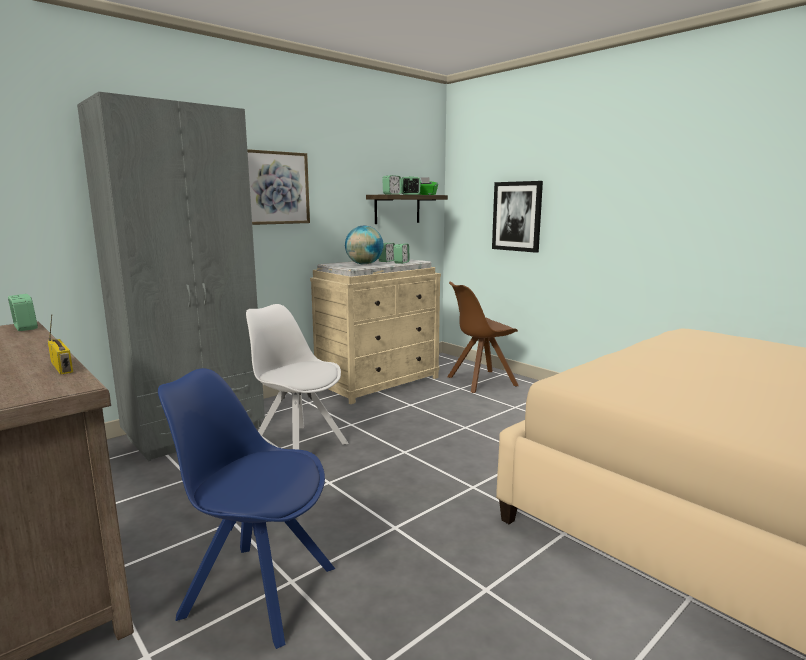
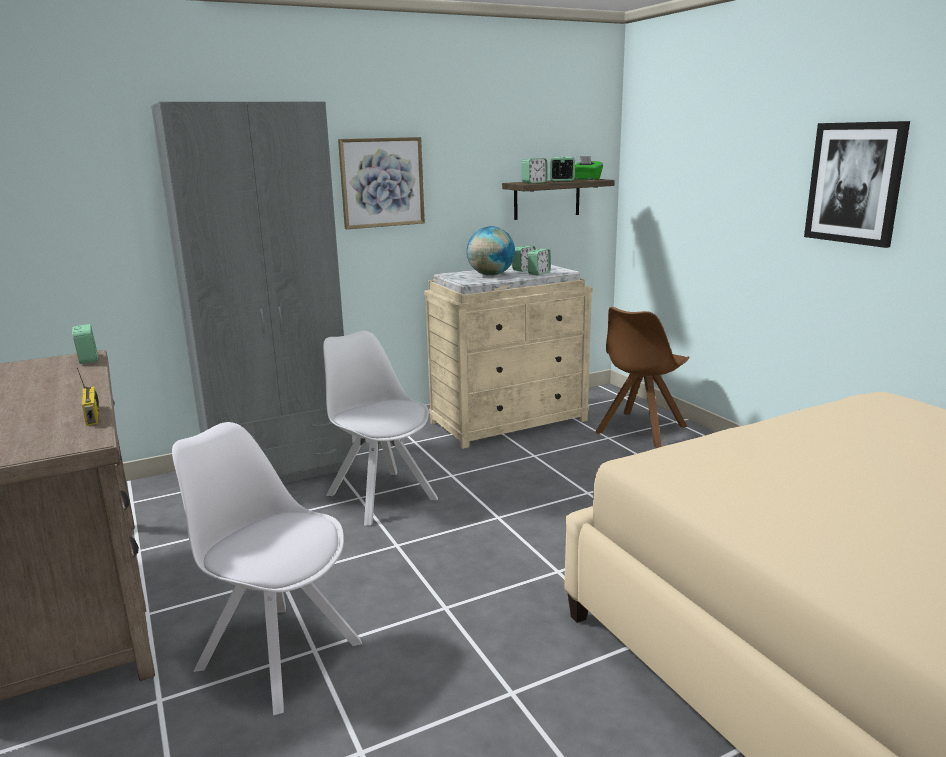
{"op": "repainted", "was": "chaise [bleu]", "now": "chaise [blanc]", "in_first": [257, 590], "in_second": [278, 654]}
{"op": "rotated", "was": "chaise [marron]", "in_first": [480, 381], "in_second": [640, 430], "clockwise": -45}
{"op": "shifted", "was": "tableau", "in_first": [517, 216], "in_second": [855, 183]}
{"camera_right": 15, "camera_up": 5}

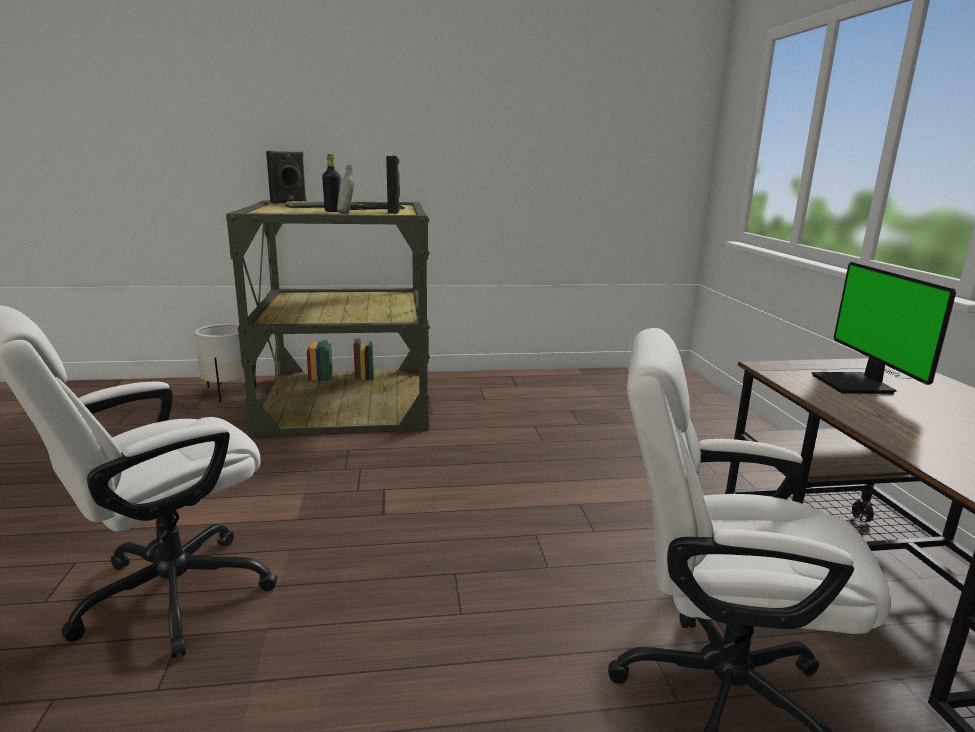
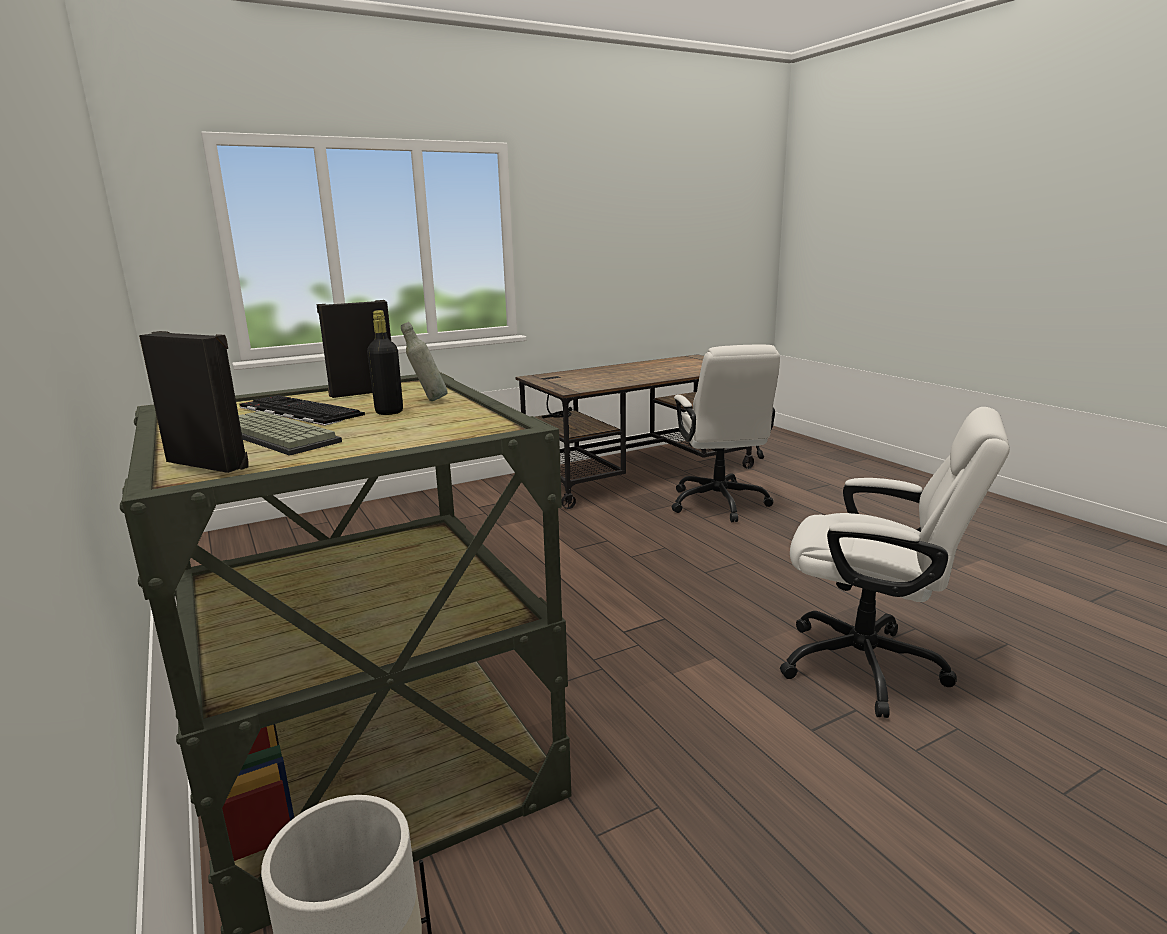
{"op": "gone", "was": "écran d'ordinateur", "in_first": [856, 384]}
{"camera_right": -110, "camera_up": 0}

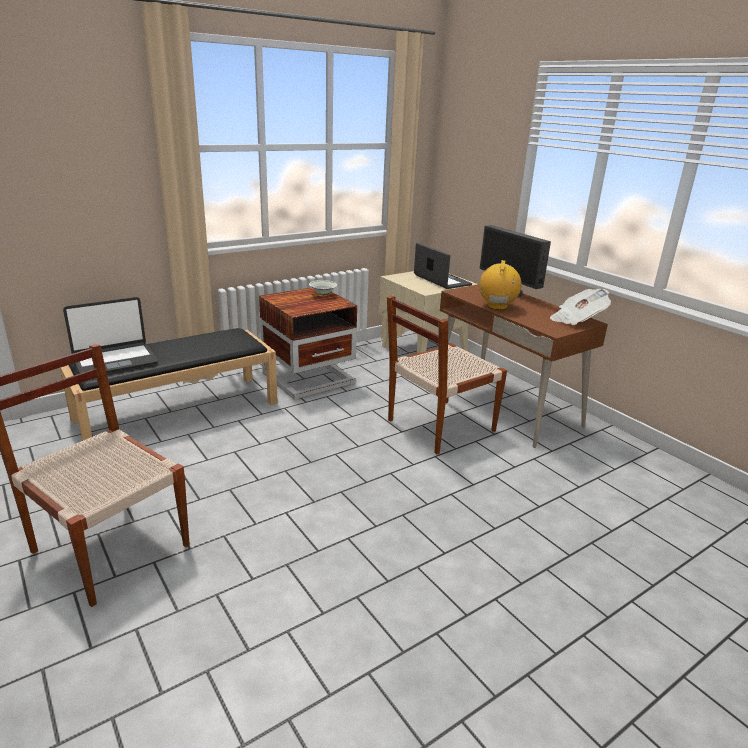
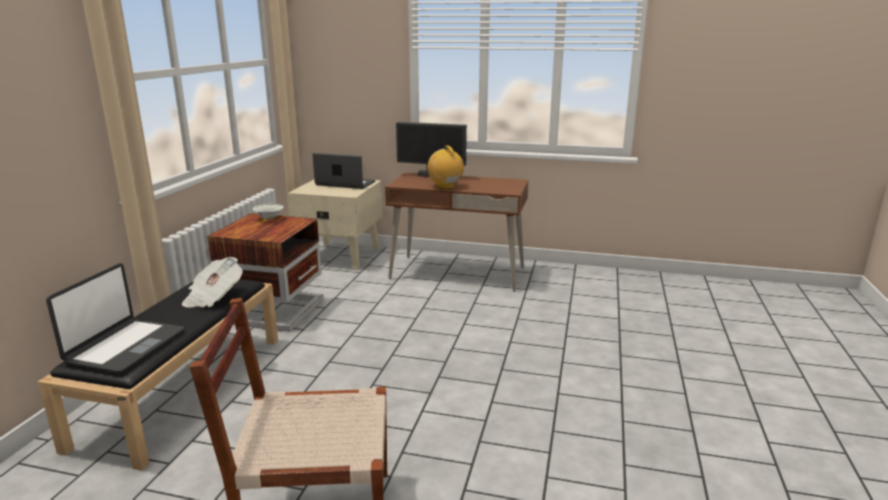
{"op": "shifted", "was": "journal", "in_first": [577, 320], "in_second": [213, 297]}
{"op": "gone", "was": "chaise", "in_first": [438, 427]}
{"camera_right": -40, "camera_up": -5}

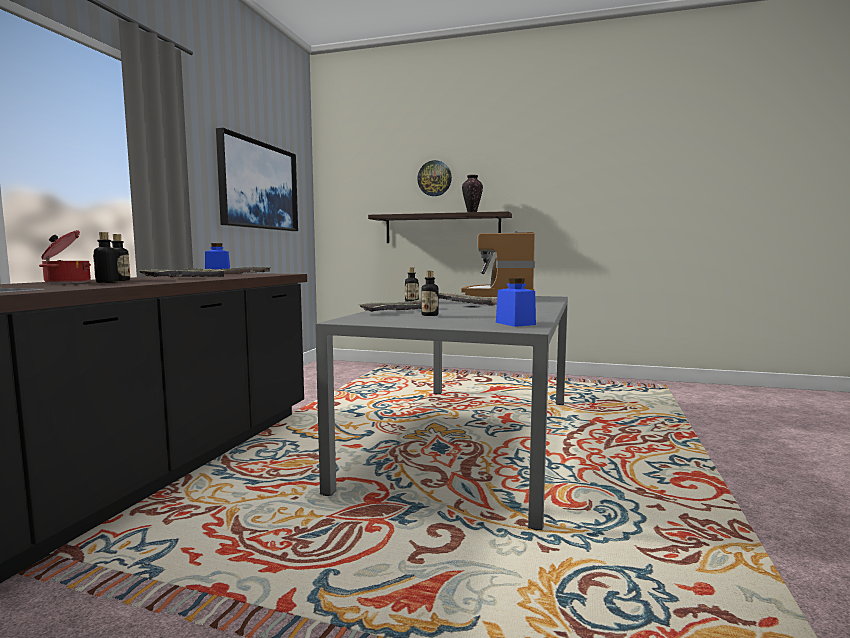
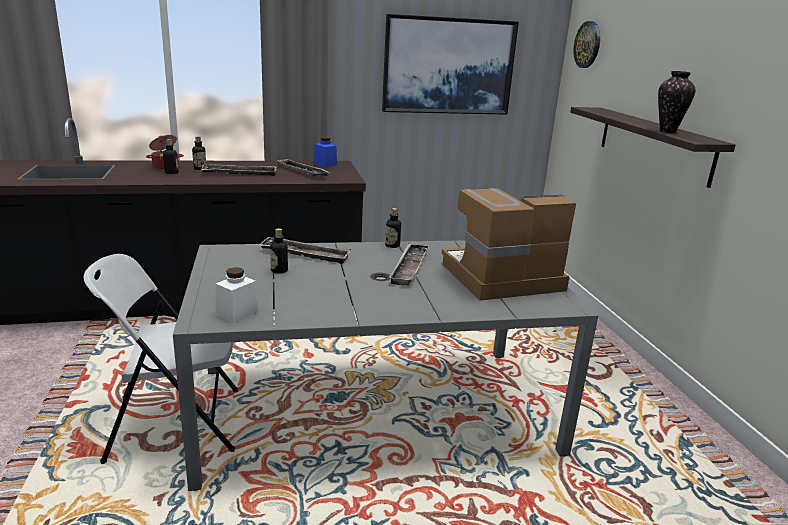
{"op": "new", "now": "chaise [blanc]", "in_second": [175, 423]}
{"op": "repainted", "was": "bocal [bleu]", "now": "bocal [blanc]", "in_first": [515, 323], "in_second": [237, 313]}
{"op": "shifted", "was": "horloge murale", "in_first": [434, 178], "in_second": [587, 44]}
{"camera_right": 60, "camera_up": 15}

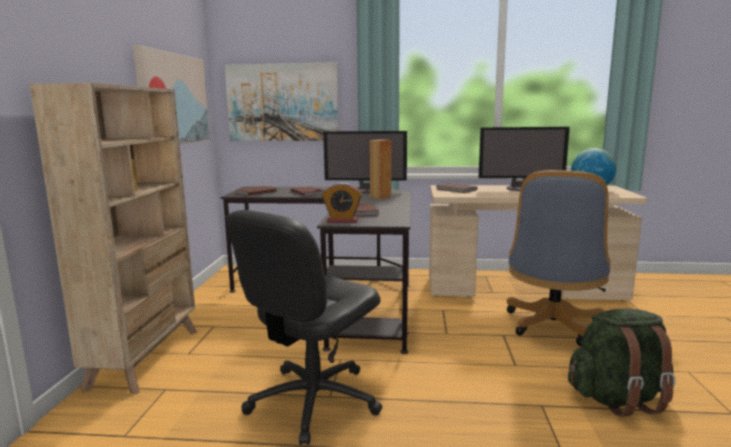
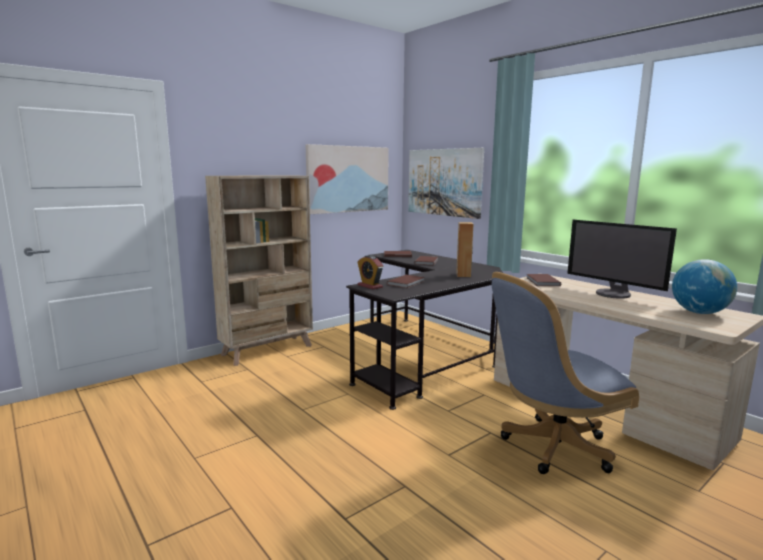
{"op": "gone", "was": "chaise de bureau [noir]", "in_first": [313, 400]}
{"op": "gone", "was": "écran d'ordinateur", "in_first": [366, 190]}
{"op": "gone", "was": "sac à dos [vert]", "in_first": [618, 399]}
{"camera_right": 45, "camera_up": 0}

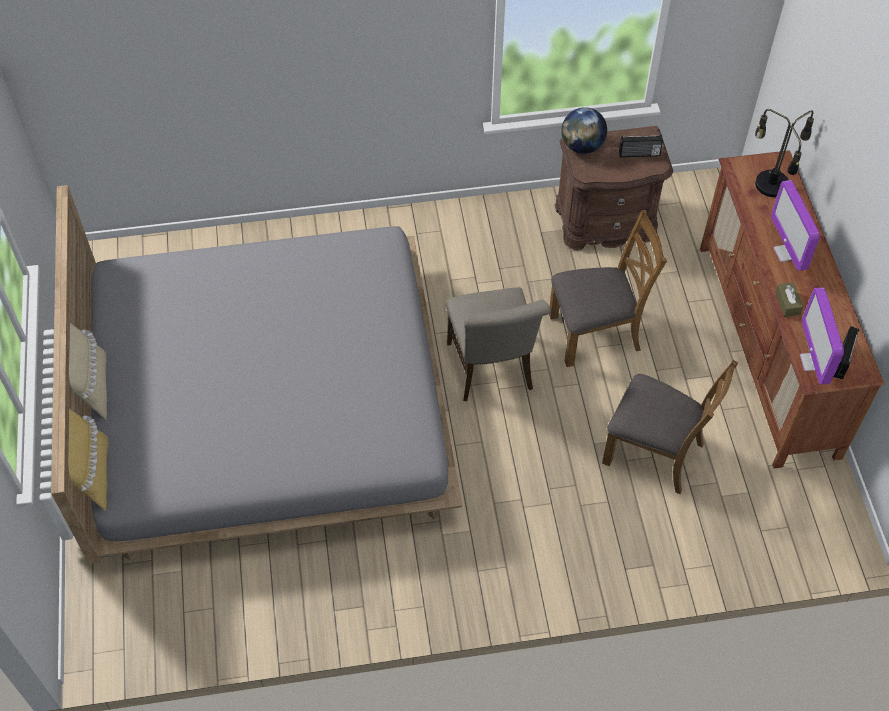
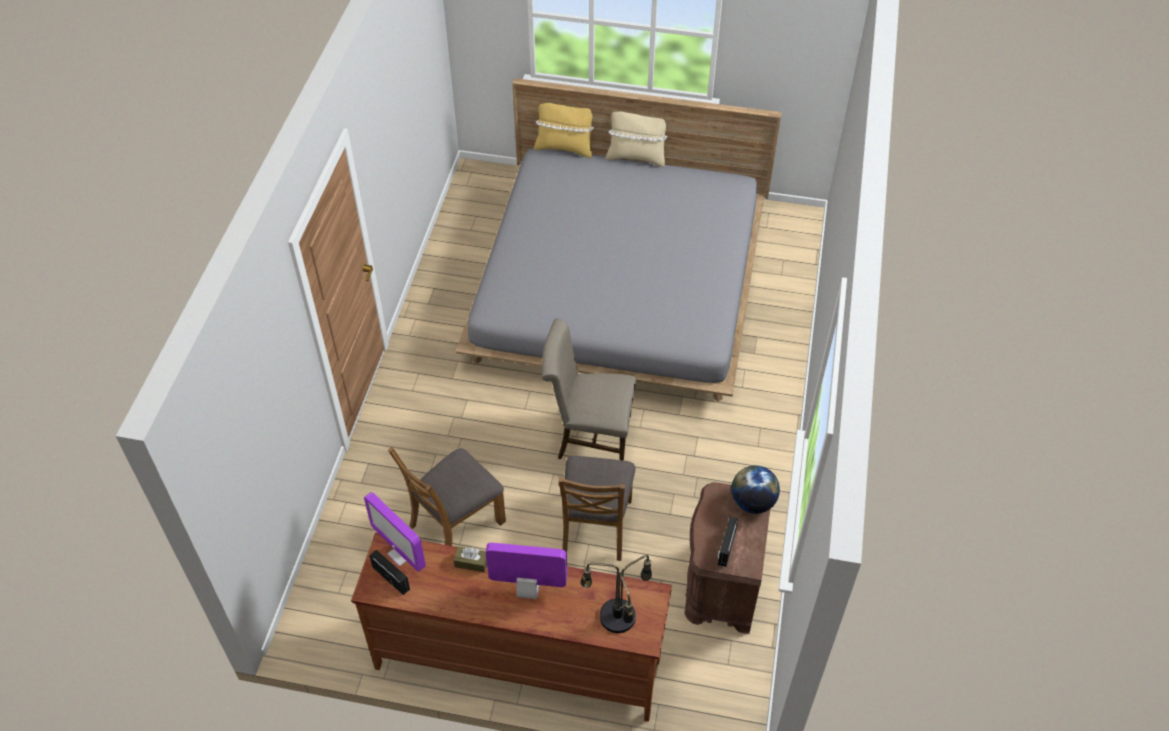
{"op": "rotated", "was": "écran d'ordinateur", "in_first": [813, 362], "in_second": [401, 553], "clockwise": -150}
{"camera_right": 110, "camera_up": -5}

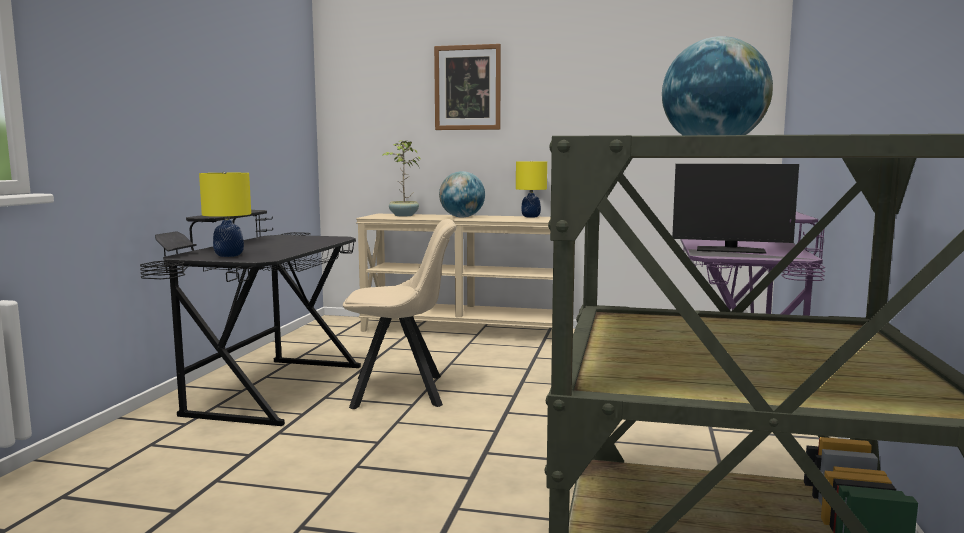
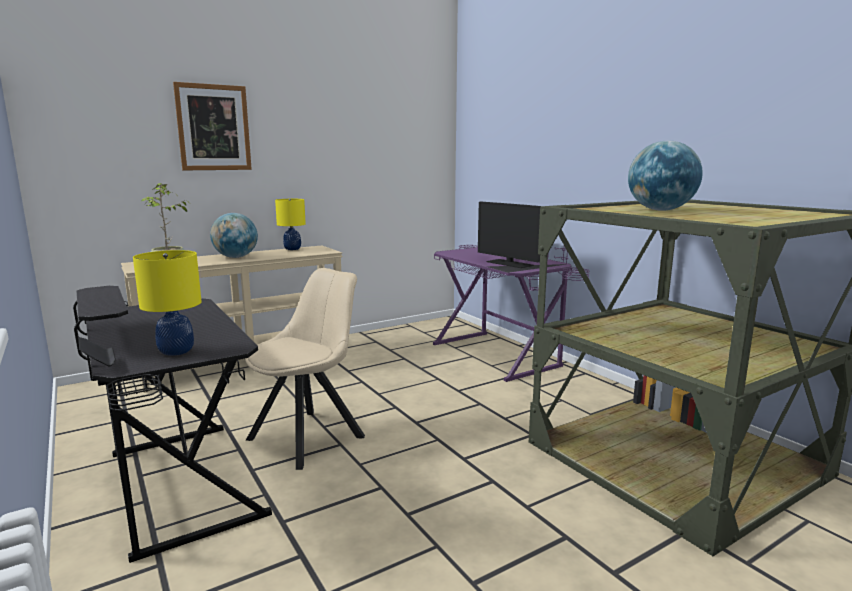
{"op": "rotated", "was": "écran d'ordinateur", "in_first": [730, 250], "in_second": [509, 263], "clockwise": 75}
{"camera_right": -45, "camera_up": 5}

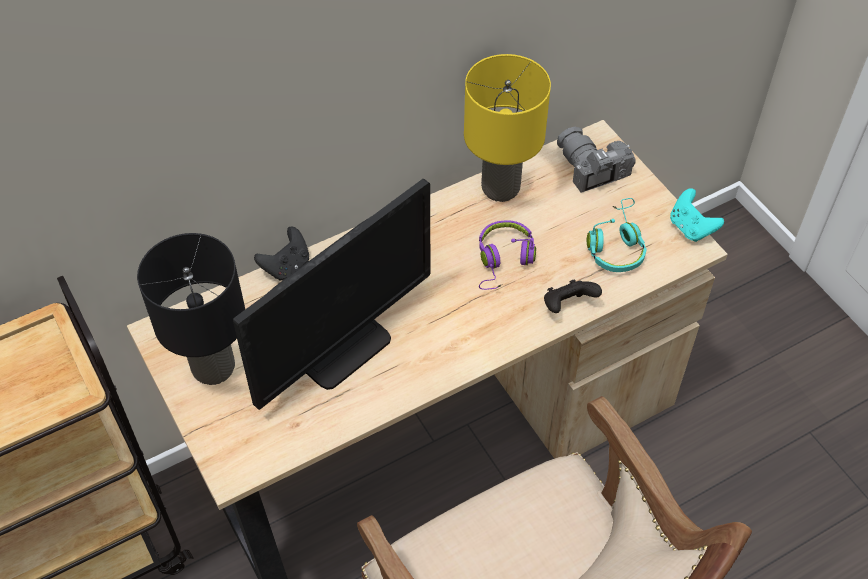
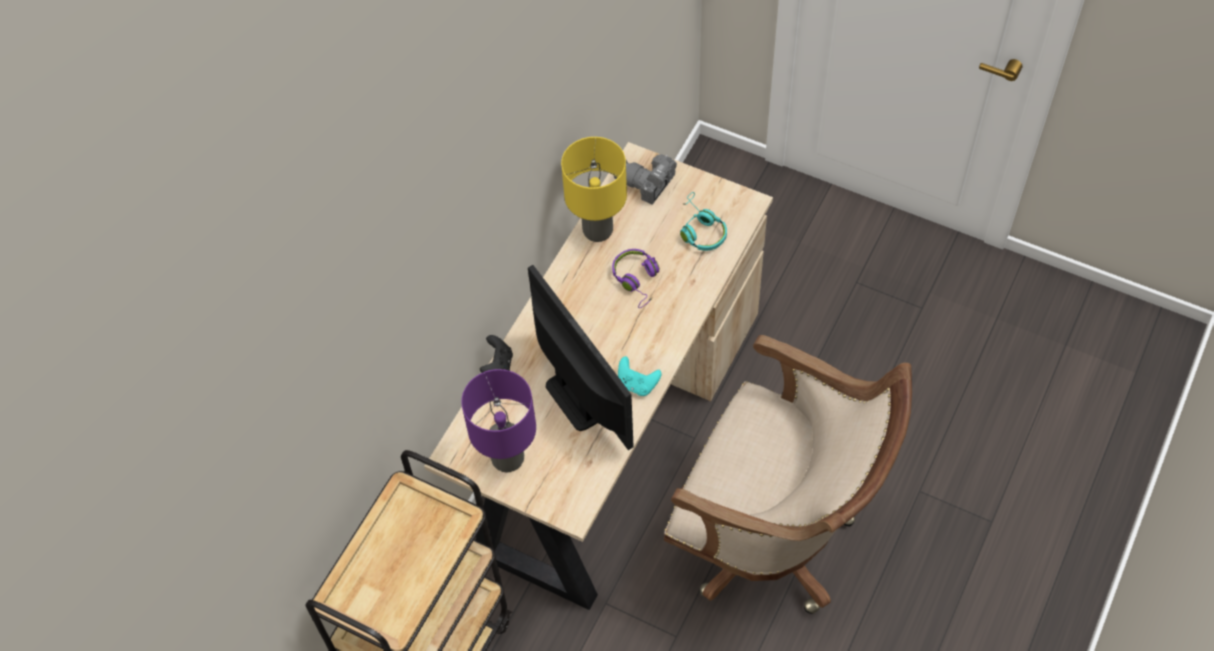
{"op": "repainted", "was": "lampe de table [noir]", "now": "lampe de table [violet]", "in_first": [211, 368], "in_second": [506, 459]}
{"op": "rotated", "was": "écran d'ordinateur", "in_first": [342, 347], "in_second": [579, 397], "clockwise": -45}
{"op": "shifted", "was": "manette [turquoise]", "in_first": [691, 228], "in_second": [637, 384]}
{"op": "gone", "was": "manette [noir]", "in_first": [567, 306]}
{"camera_right": -30, "camera_up": 5}

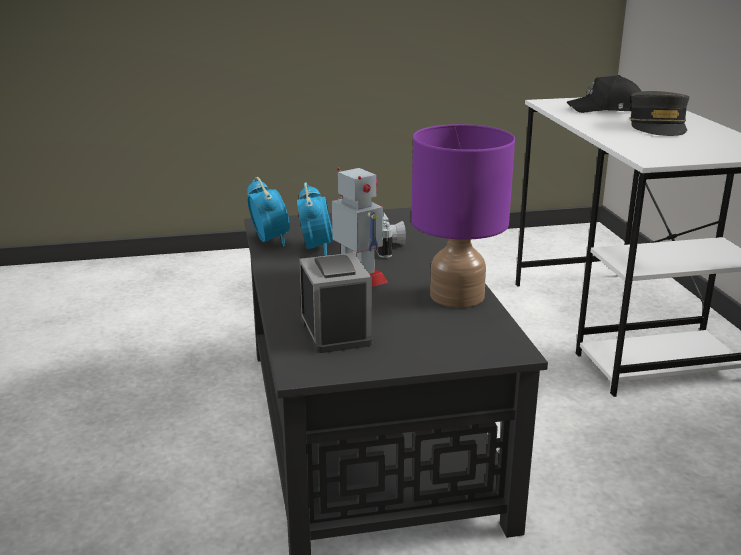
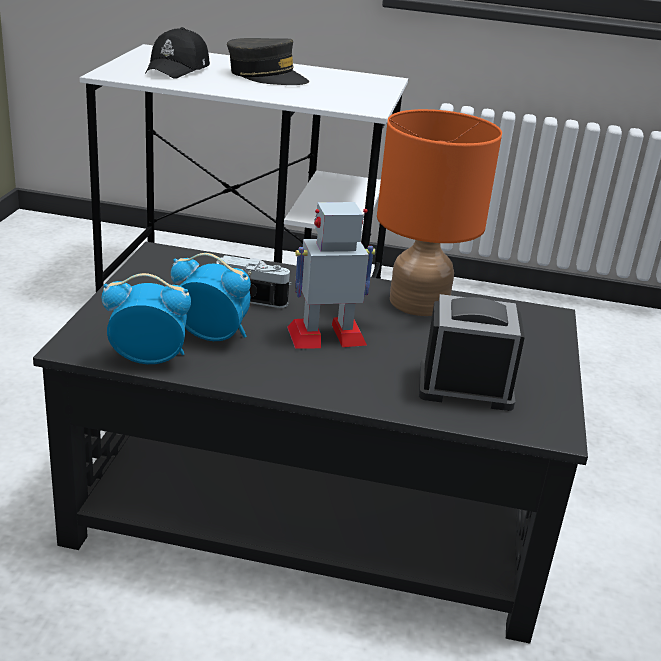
{"op": "repainted", "was": "lampe de table [violet]", "now": "lampe de table [orange]", "in_first": [456, 297], "in_second": [420, 303]}
{"camera_right": -70, "camera_up": 5}

